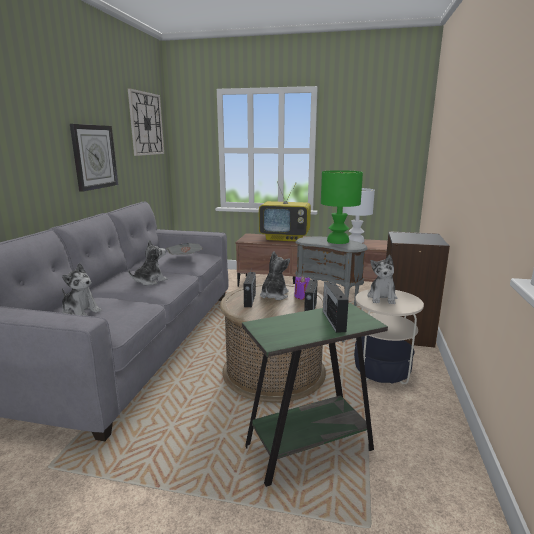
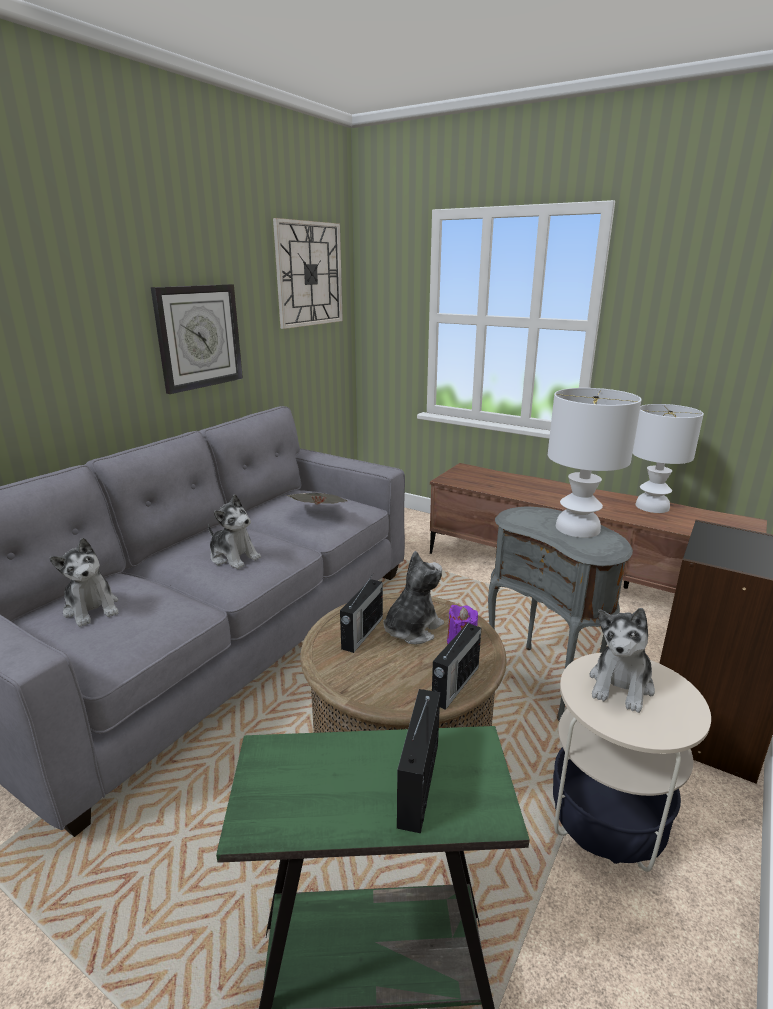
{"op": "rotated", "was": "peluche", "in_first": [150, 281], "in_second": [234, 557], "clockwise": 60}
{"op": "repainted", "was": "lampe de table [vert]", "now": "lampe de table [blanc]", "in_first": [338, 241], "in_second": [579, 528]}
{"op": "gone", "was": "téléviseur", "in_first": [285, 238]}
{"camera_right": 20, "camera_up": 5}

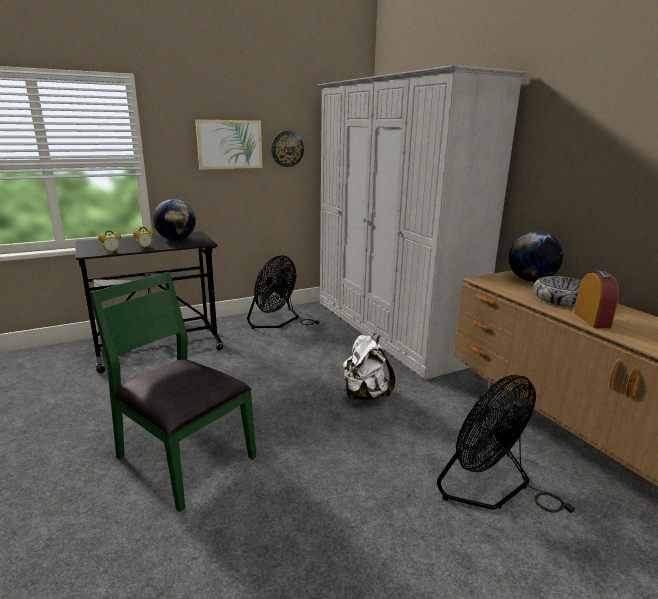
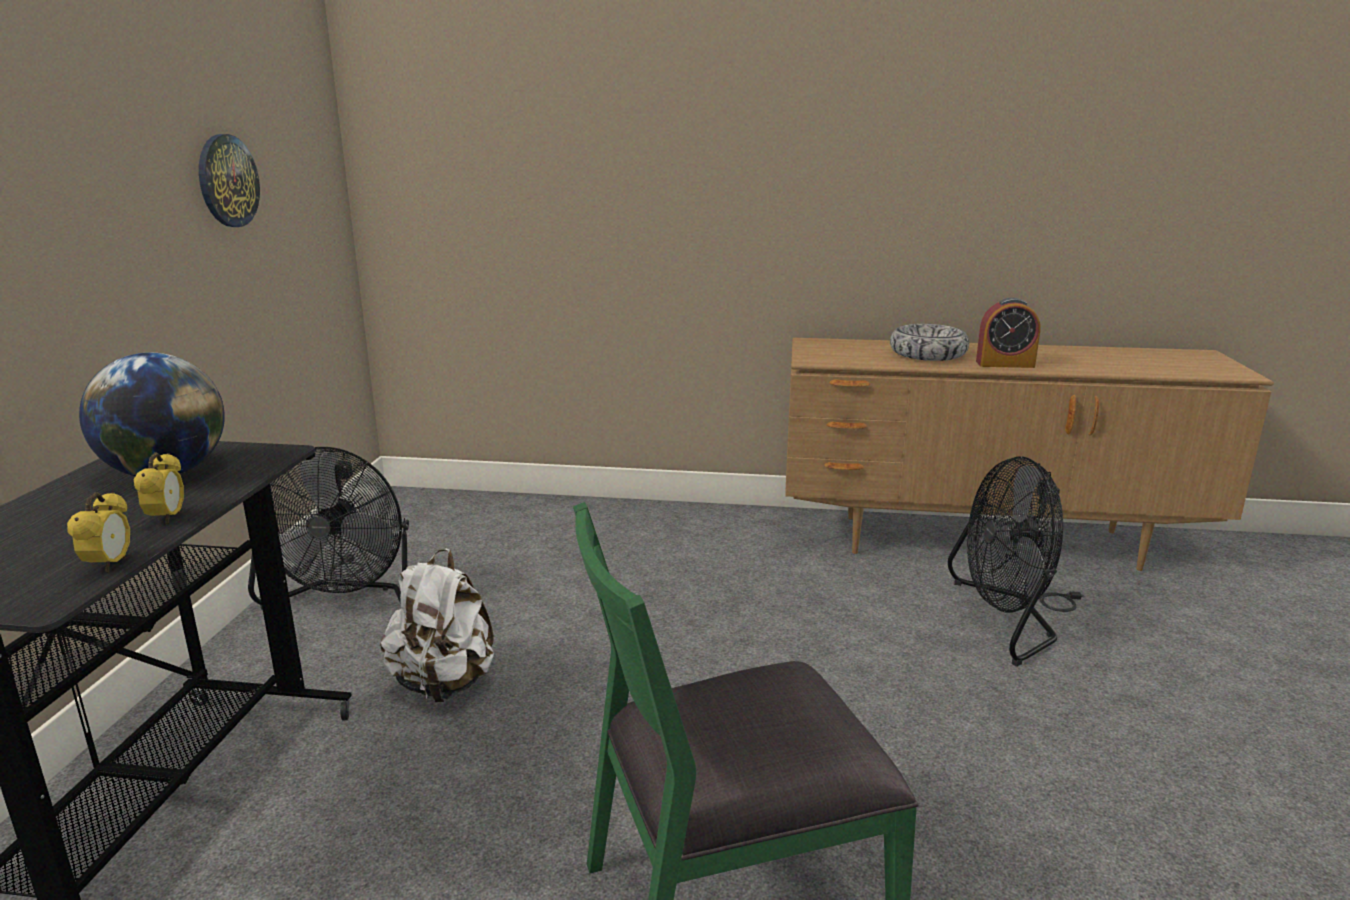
{"op": "rotated", "was": "ventilateur [noir]", "in_first": [283, 320], "in_second": [344, 597], "clockwise": -60}
{"op": "shifted", "was": "sac à dos [blanc]", "in_first": [365, 395], "in_second": [444, 684]}
{"op": "rotated", "was": "réveil", "in_first": [592, 320], "in_second": [1005, 364], "clockwise": 150}
{"op": "gone", "was": "tableau", "in_first": [229, 144]}
{"op": "gone", "was": "armoire [blanc]", "in_first": [388, 330]}
{"op": "gone", "was": "globe", "in_first": [531, 280]}
{"camera_right": -55, "camera_up": 0}

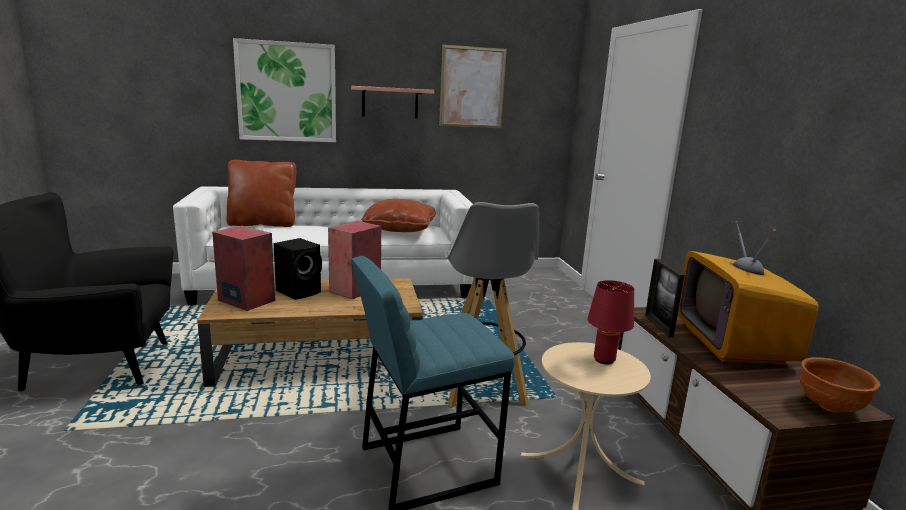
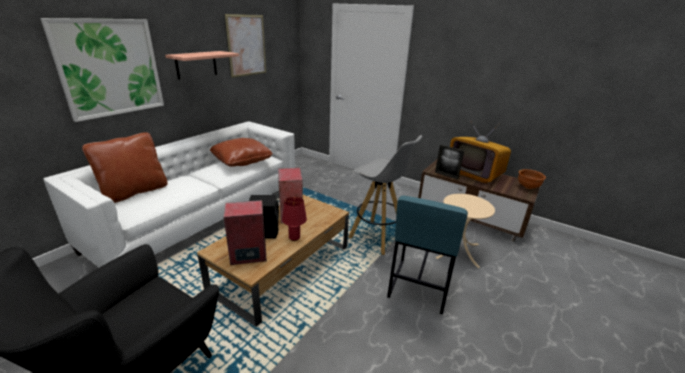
{"op": "shifted", "was": "lampe de table [rouge]", "in_first": [604, 360], "in_second": [294, 238]}
{"camera_right": -45, "camera_up": 10}

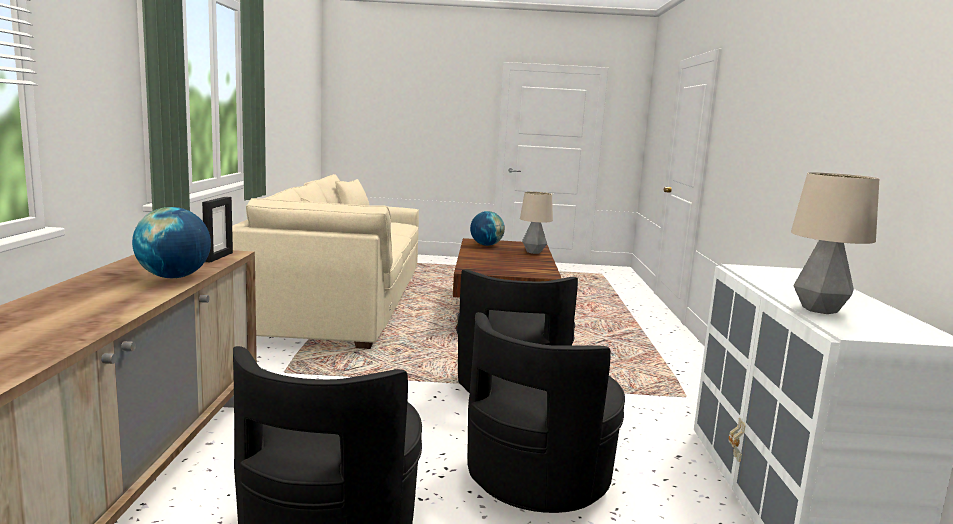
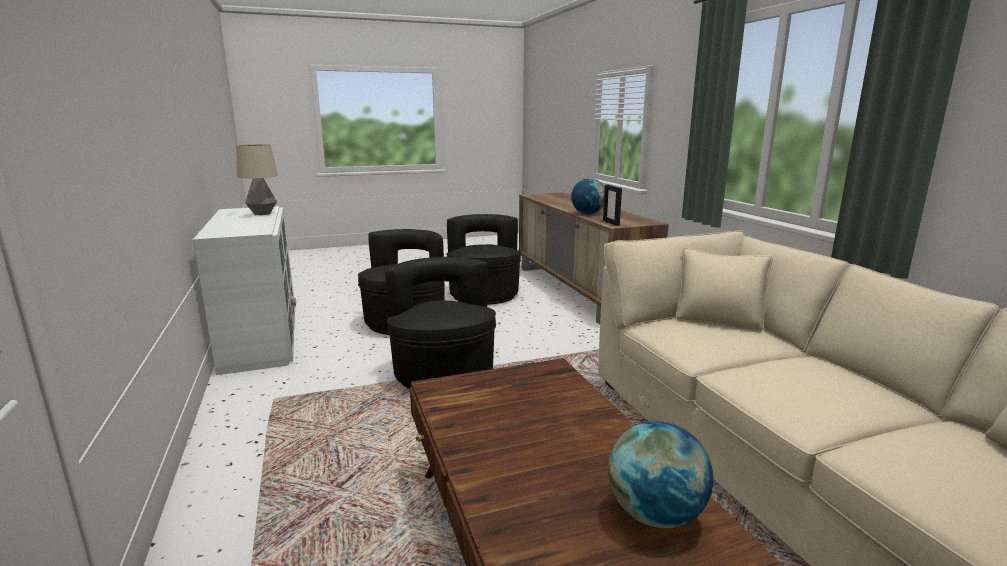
{"op": "gone", "was": "lampe de table", "in_first": [533, 252]}
{"camera_right": 160, "camera_up": 5}

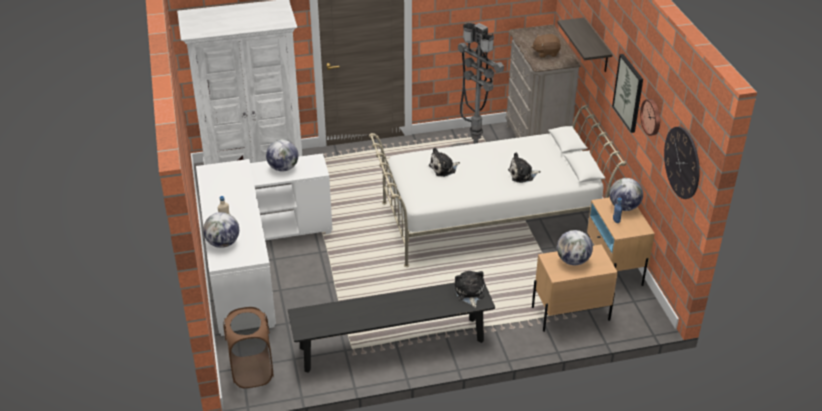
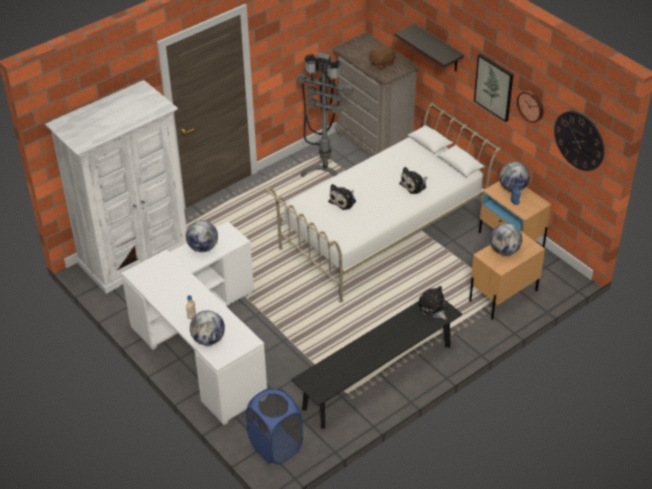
{"op": "repainted", "was": "panier à linge [marron]", "now": "panier à linge [bleu]", "in_first": [252, 371], "in_second": [276, 446]}
{"camera_right": -25, "camera_up": 5}

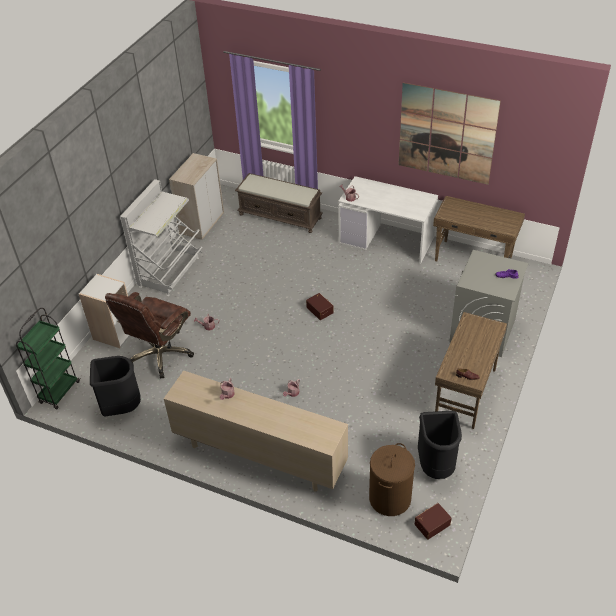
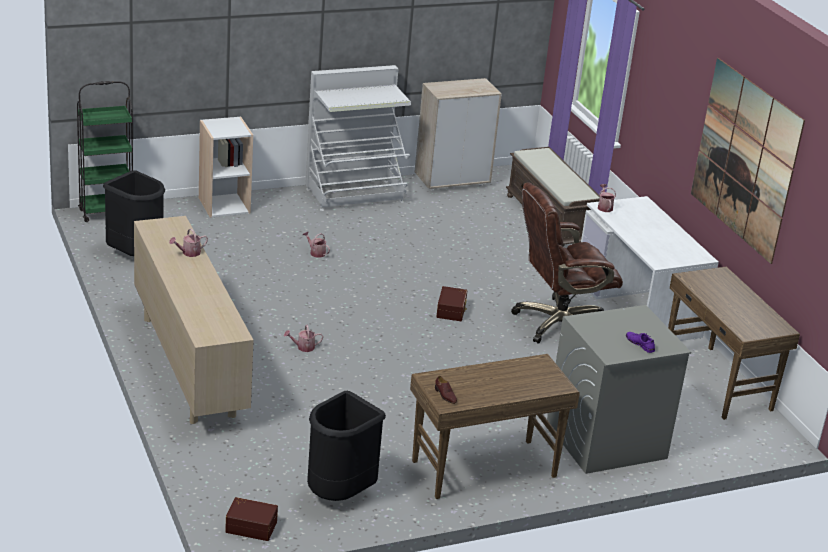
{"op": "shifted", "was": "chaise de bureau [marron]", "in_first": [160, 353], "in_second": [559, 323]}
{"op": "gone", "was": "panier à linge [marron]", "in_first": [390, 498]}
{"camera_right": 40, "camera_up": -15}

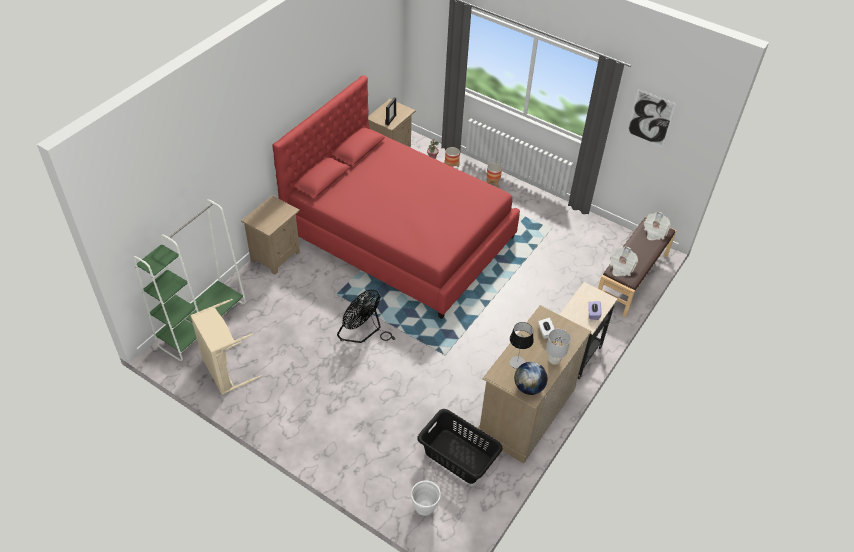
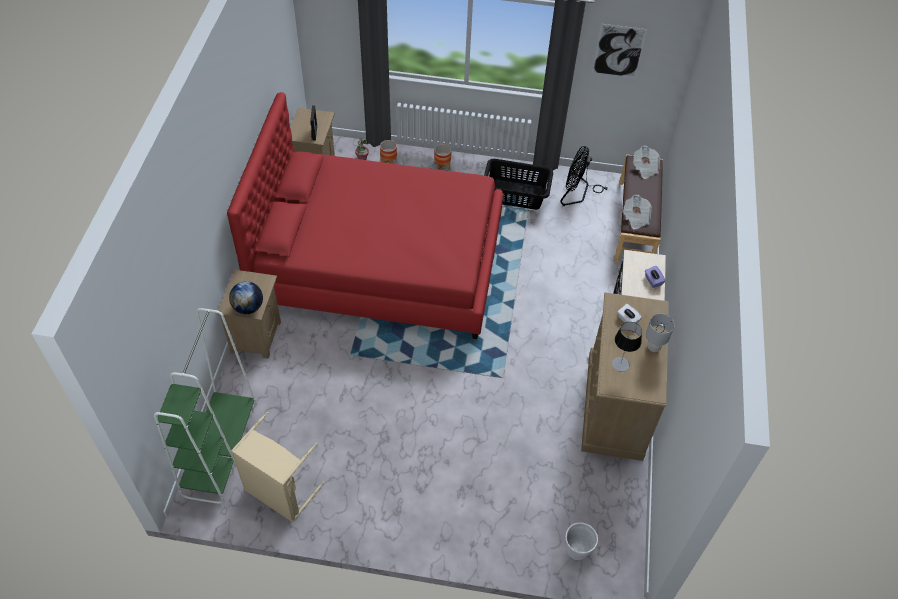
{"op": "shifted", "was": "globe", "in_first": [528, 387], "in_second": [248, 307]}
{"op": "shifted", "was": "panier à linge [noir]", "in_first": [458, 457], "in_second": [516, 195]}
{"op": "shifted", "was": "ventilateur [noir]", "in_first": [367, 330], "in_second": [578, 190]}
{"camera_right": -25, "camera_up": 5}

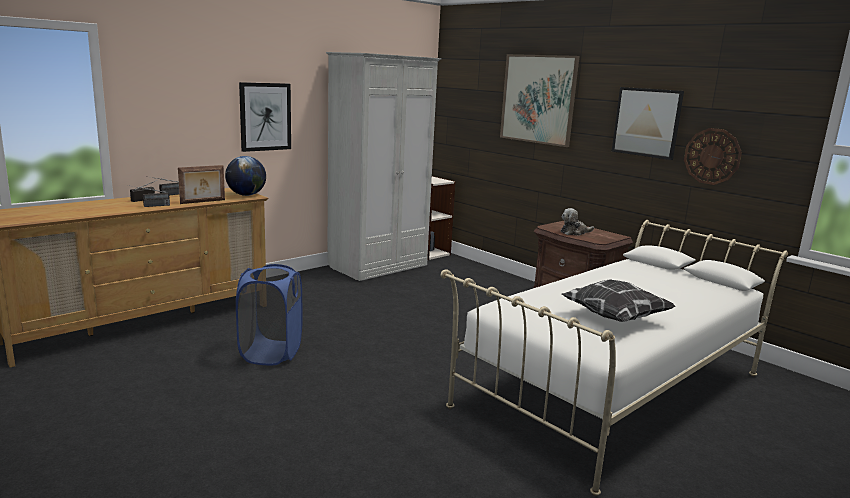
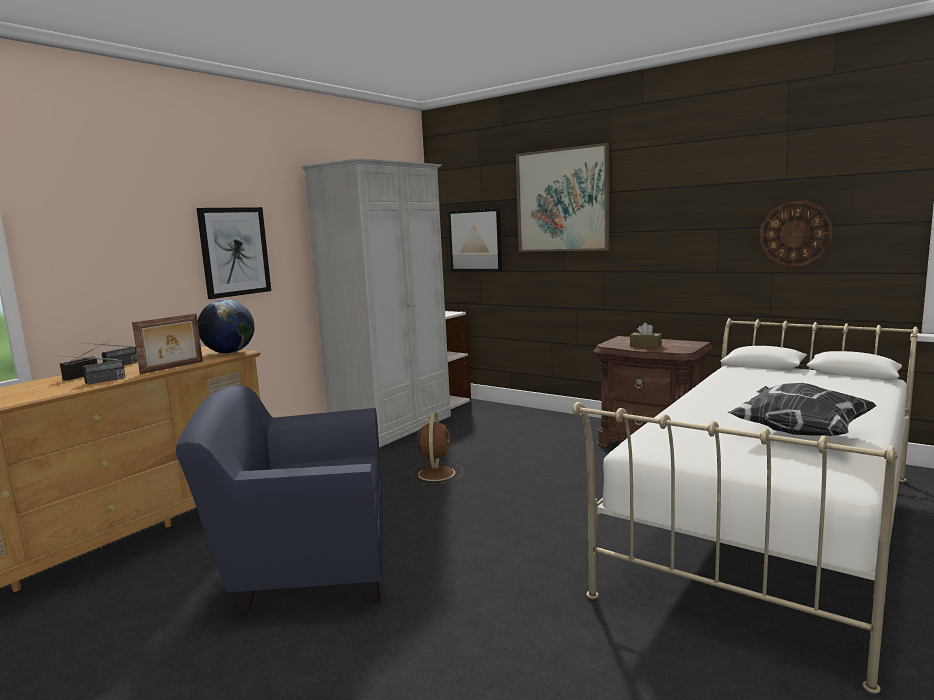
{"op": "swapped", "was": "panier à linge [bleu]", "now": "fauteuil [bleu]", "in_first": [271, 353], "in_second": [305, 566]}
{"op": "new", "now": "ventilateur [marron]", "in_second": [436, 473]}
{"op": "shifted", "was": "tableau", "in_first": [646, 122], "in_second": [475, 240]}
{"op": "swapped", "was": "peluche", "now": "boîte à mouchoirs [marron]", "in_first": [574, 232], "in_second": [645, 346]}
{"camera_right": -10, "camera_up": -5}

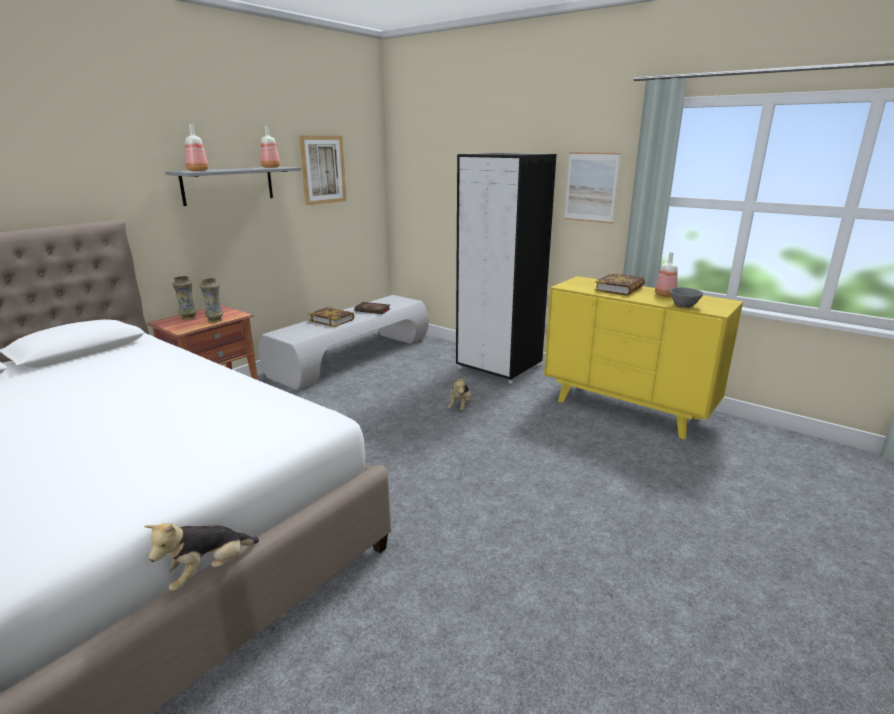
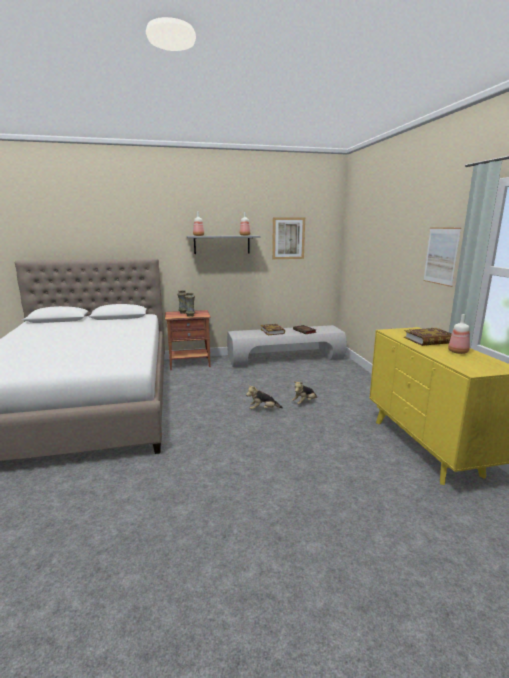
{"op": "shifted", "was": "peluche", "in_first": [208, 571], "in_second": [263, 410]}
{"op": "gone", "was": "armoire", "in_first": [499, 367]}
{"op": "gone", "was": "bol [gris]", "in_first": [683, 306]}
{"camera_right": 40, "camera_up": -5}

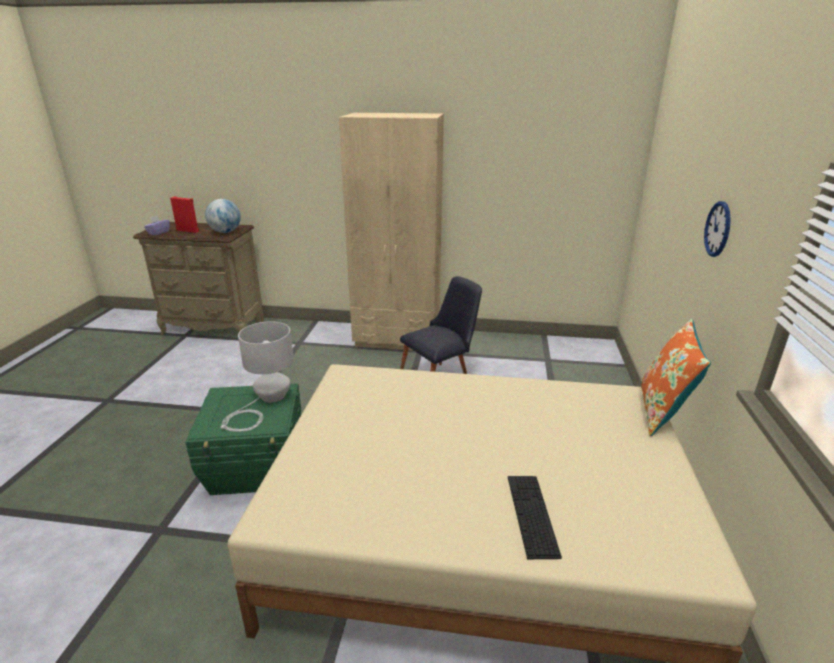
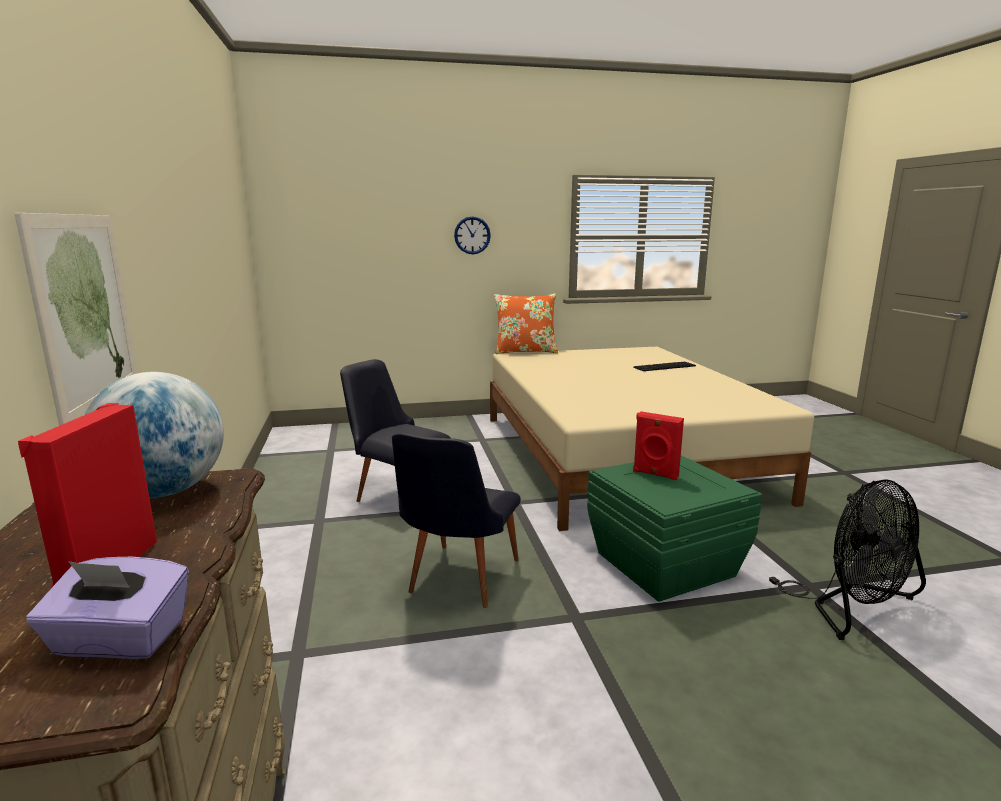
{"op": "new", "now": "tableau", "in_second": [85, 312]}
{"op": "new", "now": "chaise [noir]", "in_second": [457, 581]}
{"op": "swapped", "was": "lampe de table [gris]", "now": "enceinte [rouge]", "in_first": [261, 405], "in_second": [655, 474]}
{"op": "new", "now": "ventilateur [noir]", "in_second": [848, 605]}
{"op": "gone", "was": "armoire [beige]", "in_first": [398, 339]}
{"camera_right": -110, "camera_up": -10}

